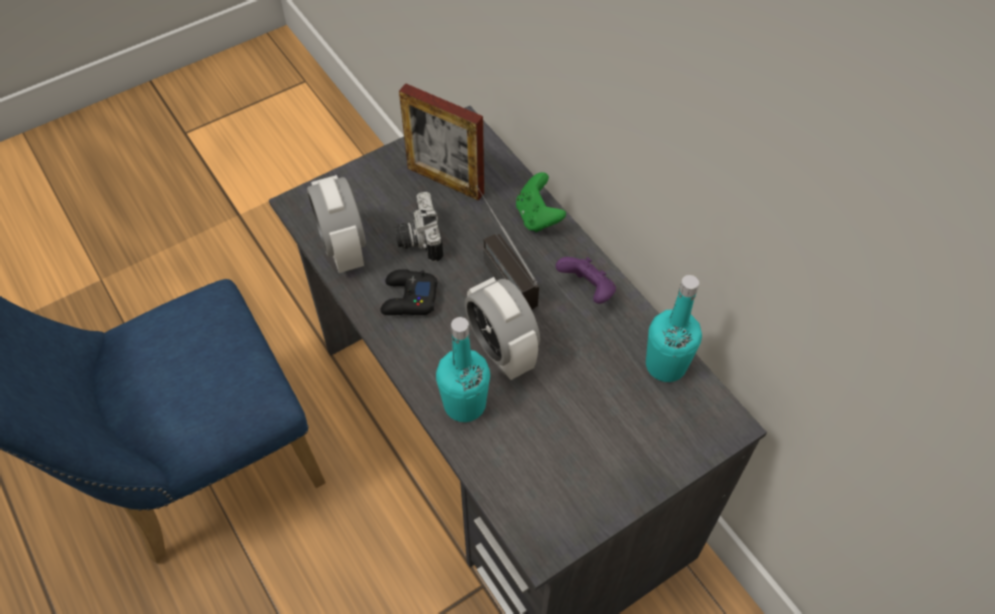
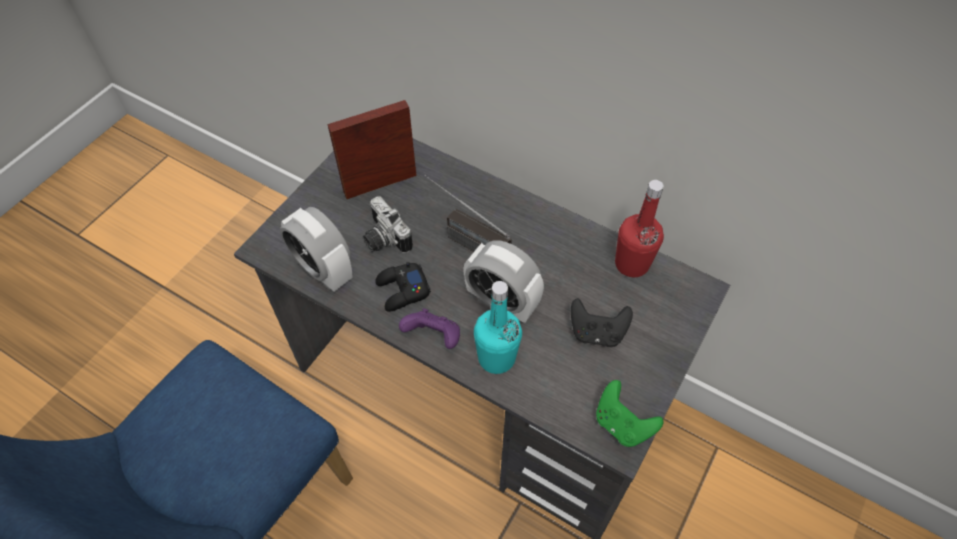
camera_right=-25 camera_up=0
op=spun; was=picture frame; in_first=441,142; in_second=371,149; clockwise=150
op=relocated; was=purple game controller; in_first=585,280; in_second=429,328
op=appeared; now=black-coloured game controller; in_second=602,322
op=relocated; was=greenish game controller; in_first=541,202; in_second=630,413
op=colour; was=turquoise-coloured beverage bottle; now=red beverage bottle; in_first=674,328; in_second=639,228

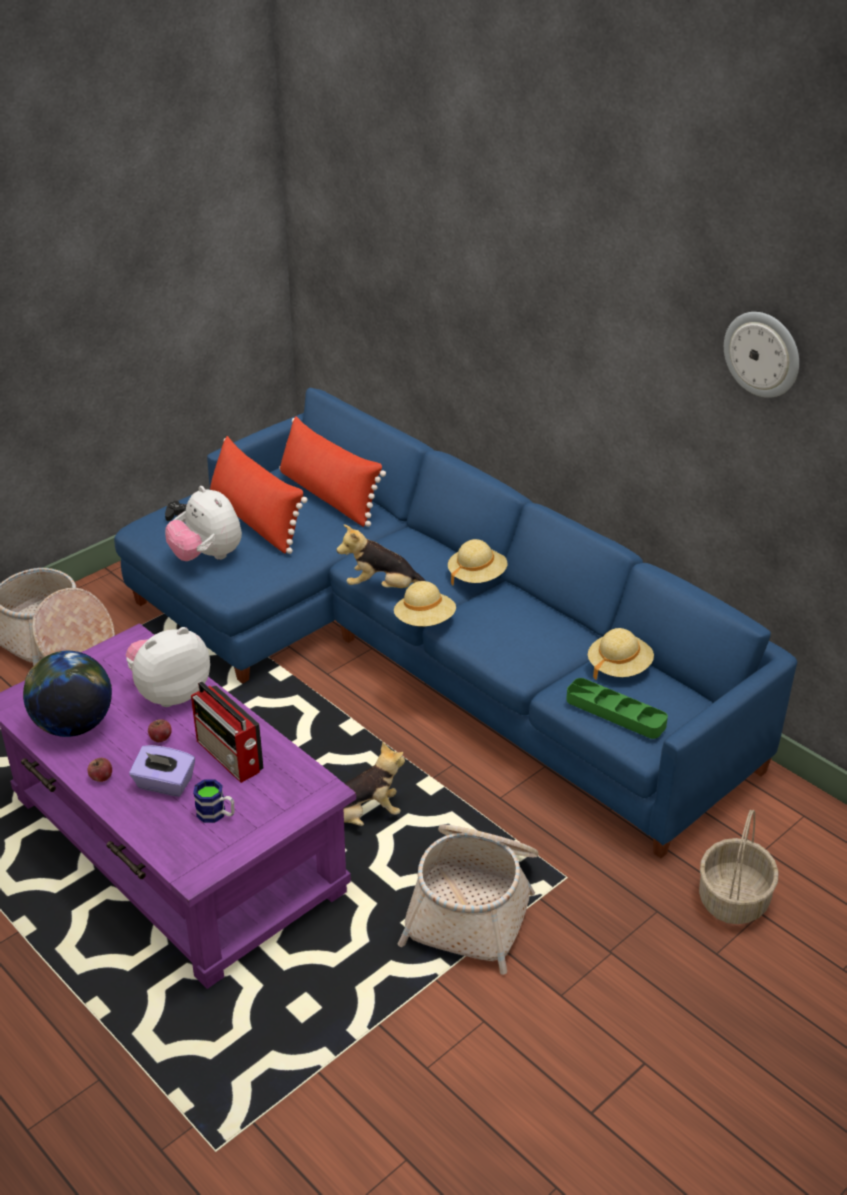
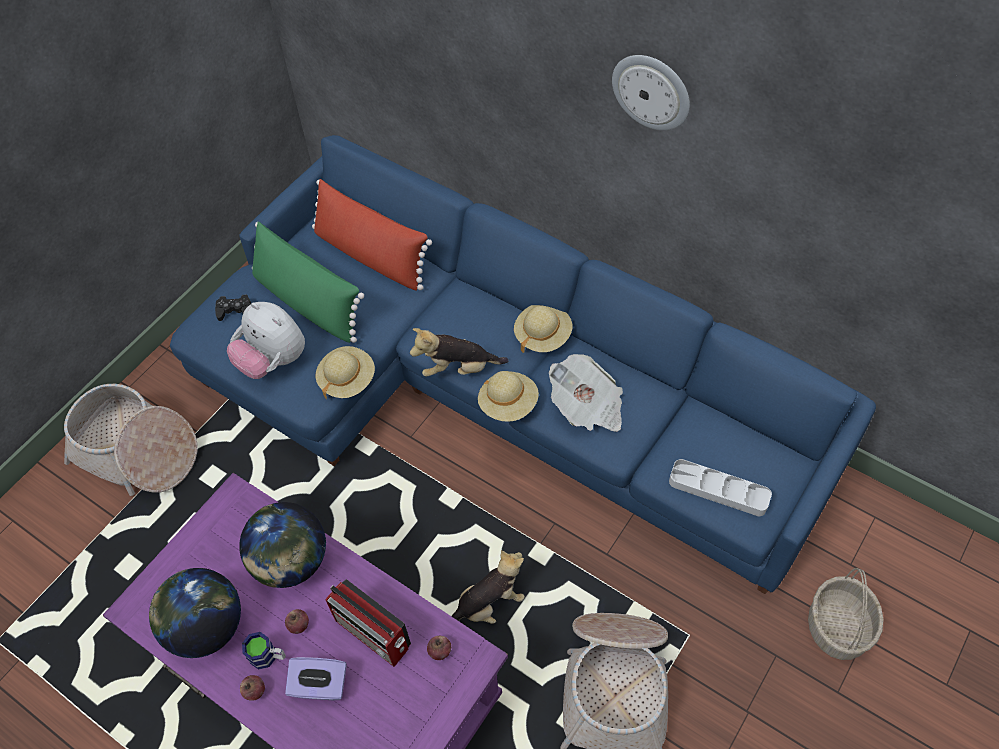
camera_right=-10 camera_up=20
op=exchanged; was=plush toy; now=world globe; in_first=168,667; in_second=282,545
op=relocated; was=mug; in_first=214,801; in_second=264,651
op=colour; was=red pillow; now=greenish pillow; in_first=259,495; in_second=308,282
op=relocated; was=beige-coloured clothing hat; in_first=621,654; in_second=345,373
op=appeared; now=apple fruit; in_second=439,648
op=appeared; now=newspaper; in_second=586,393
op=relocated; was=hanging clock; in_first=761,355; in_second=651,92
op=colour; was=greenish carrying tray; now=gray carrying tray; in_first=617,708; in_second=720,487

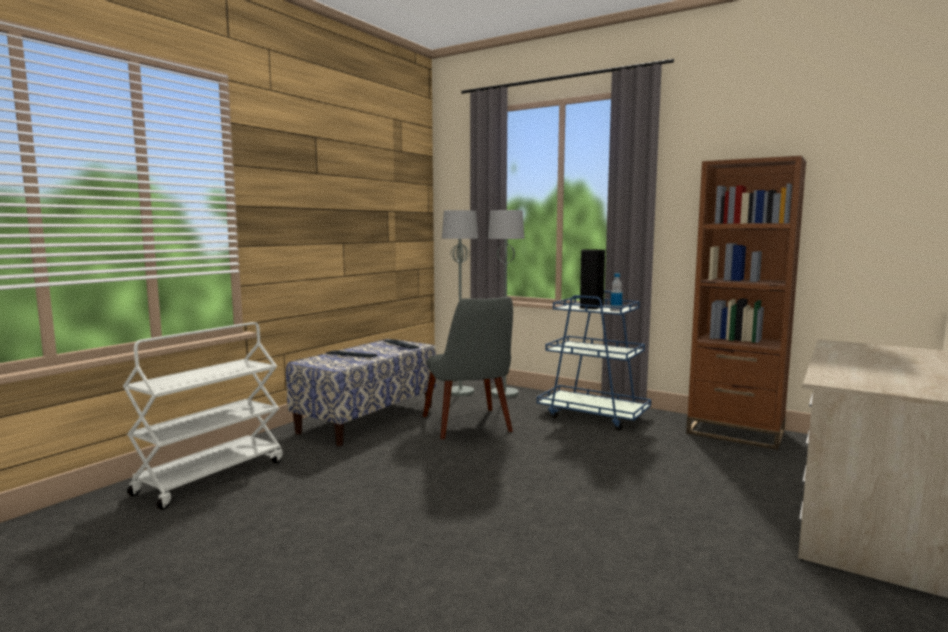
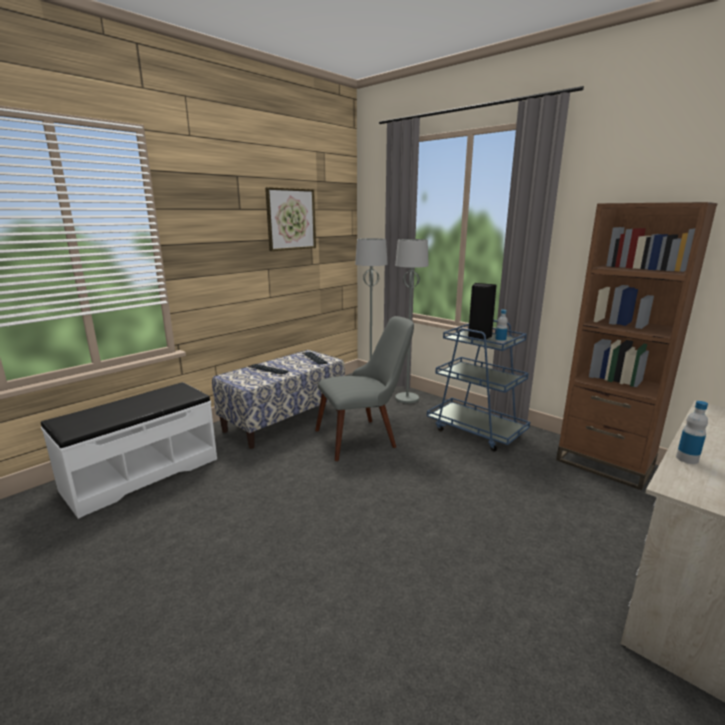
camera_right=10 camera_up=10
op=exchanged; was=white-coloured trolley; now=white-coloured bench; in_first=203,416; in_second=129,450
op=appeared; now=wall picture; in_second=290,219
op=spun; was=gray chair; in_first=468,368; in_second=364,388; clockwise=-105
op=appeared; now=beverage bottle; in_second=692,432

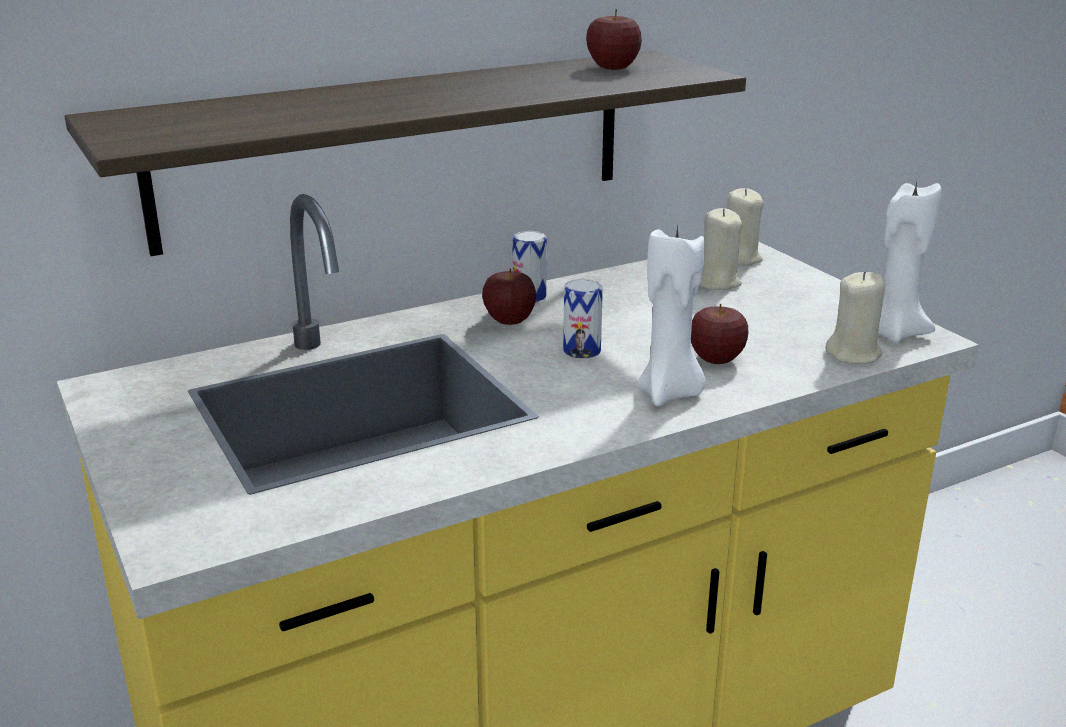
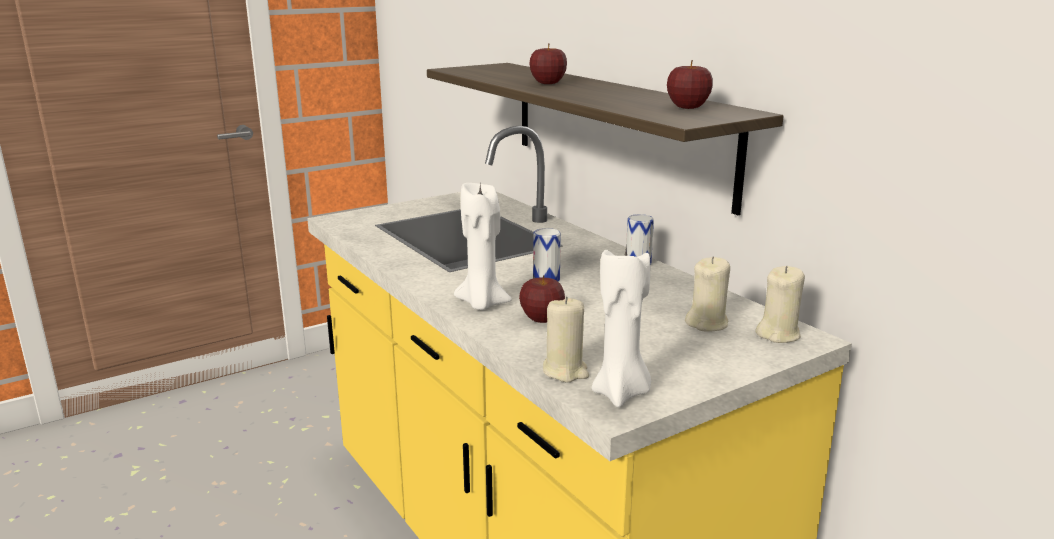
camera_right=85 camera_up=-5
op=relocated; was=apple fruit; in_first=509,296; in_second=548,63

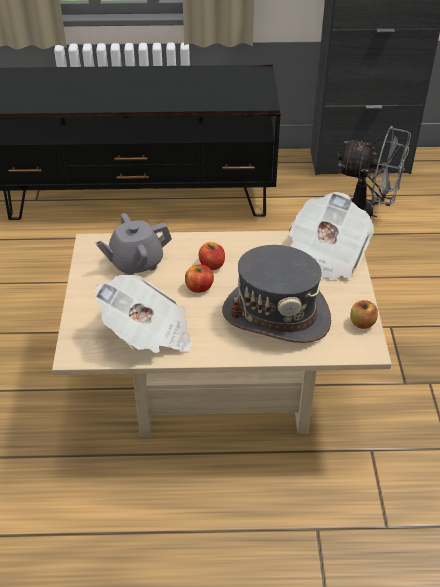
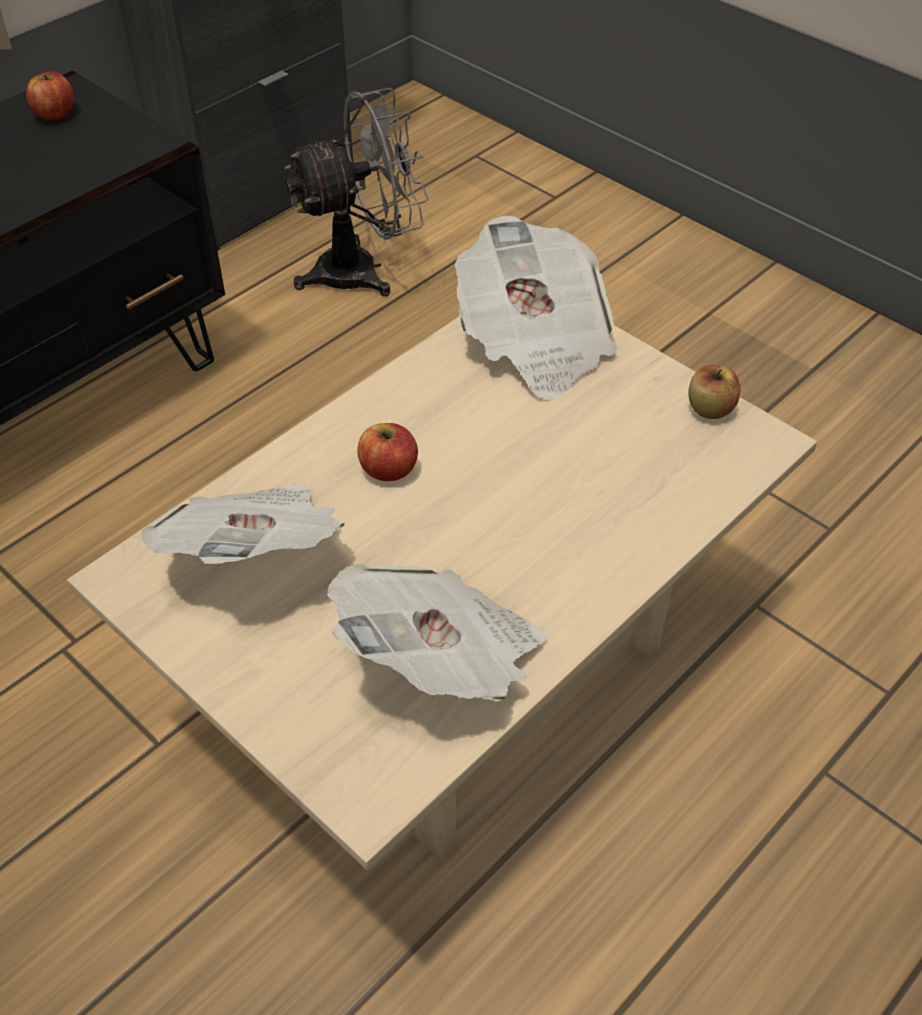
camera_right=-45 camera_up=5
op=relocated; was=apple fruit; in_first=199,278; in_second=50,95
op=exchanged; was=gray tea pot; now=newspaper; in_first=133,244; in_second=243,524
op=missing; was=gray clothing hat; in_first=276,294

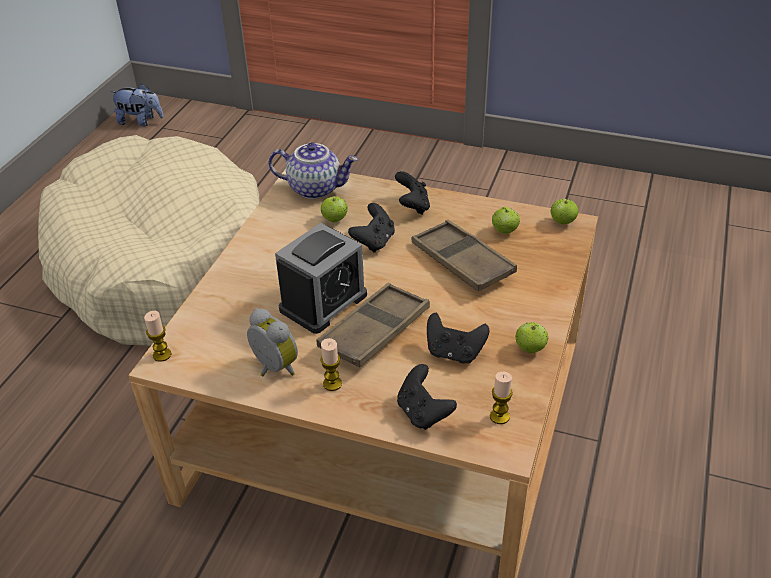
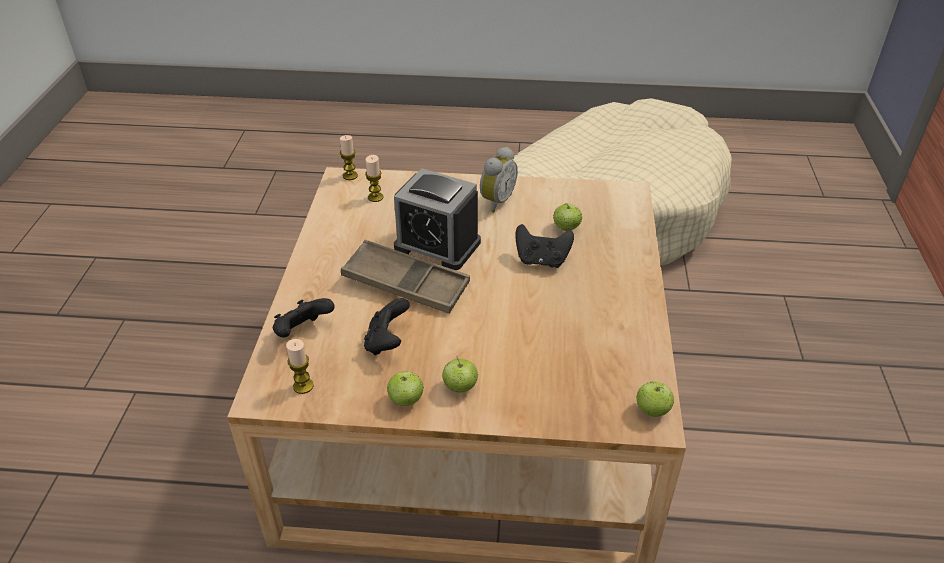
camera_right=75 camera_up=0
op=relocated; was=candle; in_first=331,364; in_second=374,178
op=relocated; was=apple fruit; in_first=506,220; in_second=460,375
op=relocated; was=table clock; in_first=272,342; in_second=499,179
op=missing; was=plush toy; in_first=137,105
op=missing; was=tea pot; in_first=313,170
op=missing; was=black-coloured game controller; in_first=412,193
op=missing; was=brownish carrying tray; in_first=464,256

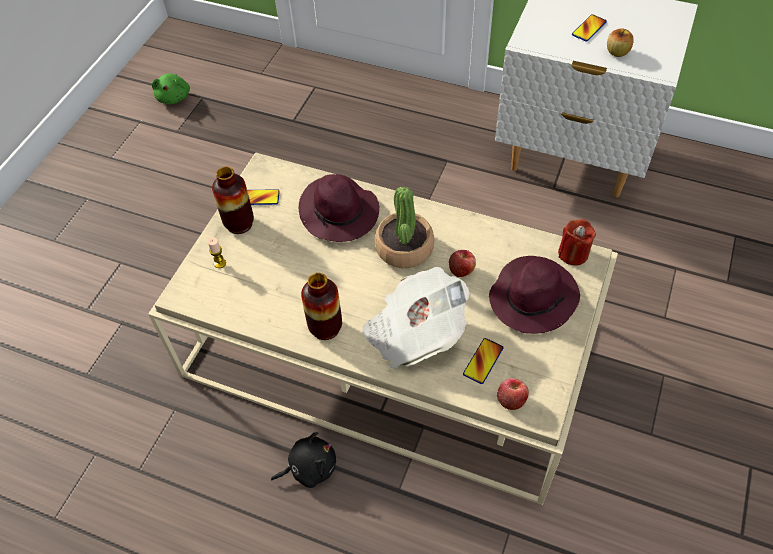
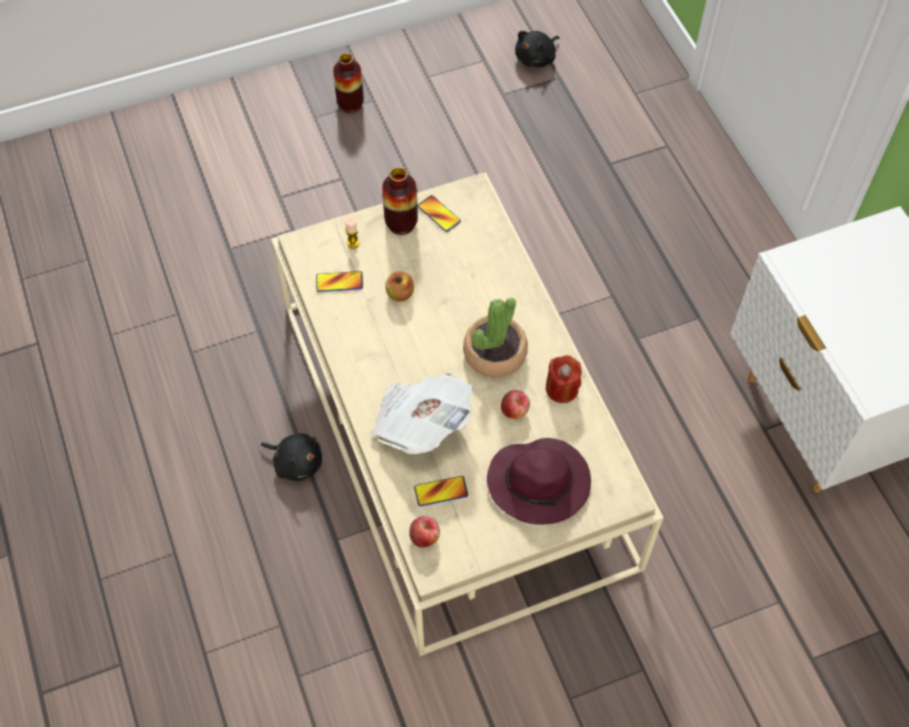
camera_right=45 camera_up=5
op=relocated; was=telephone; in_first=589,28; in_second=339,281
op=relocated; was=flower vase; in_first=321,306; in_second=348,83
op=relocated; was=apple fruit; in_first=620,42; in_second=399,286
op=colour; was=greenish plush toy; now=black-coloured plush toy; in_first=171,89; in_second=537,49
op=relocated; was=red candle; in_first=577,242; in_second=564,379
op=missing; was=purple clothing hat; in_first=339,208

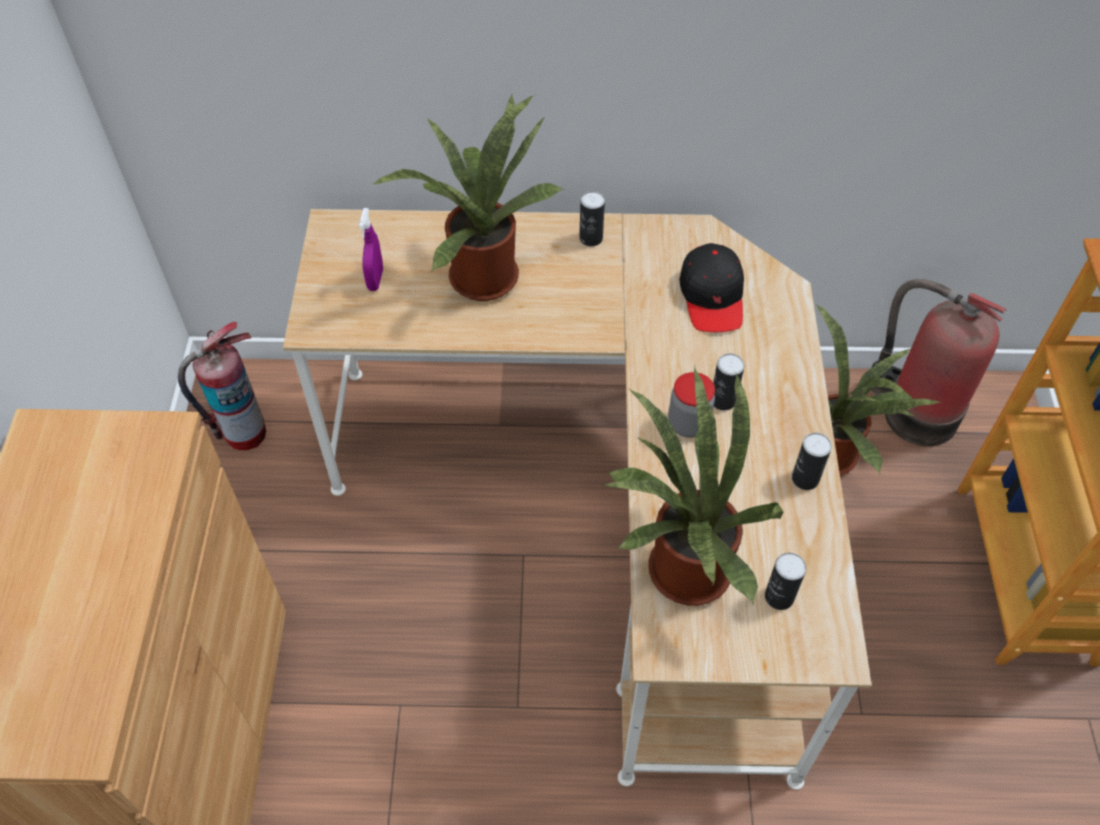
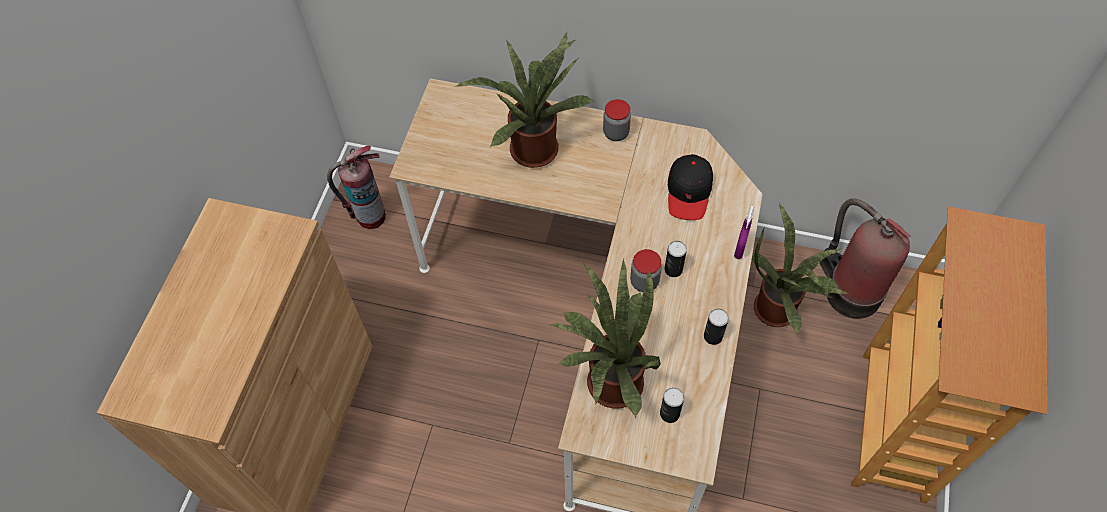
camera_right=15 camera_up=5
op=exchanged; was=sealed can; now=jar; in_first=592,218; in_second=617,120
op=relocated; was=purple hand sprayer; in_first=371,249; in_second=744,232

